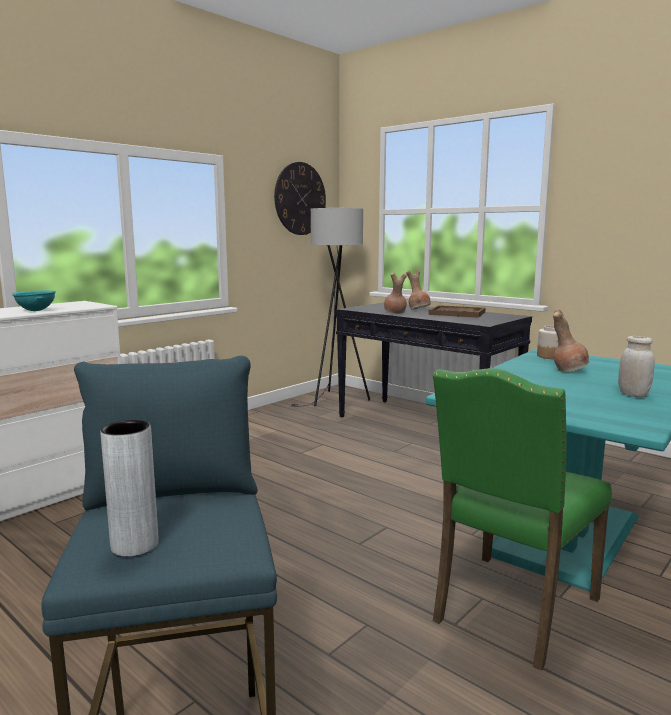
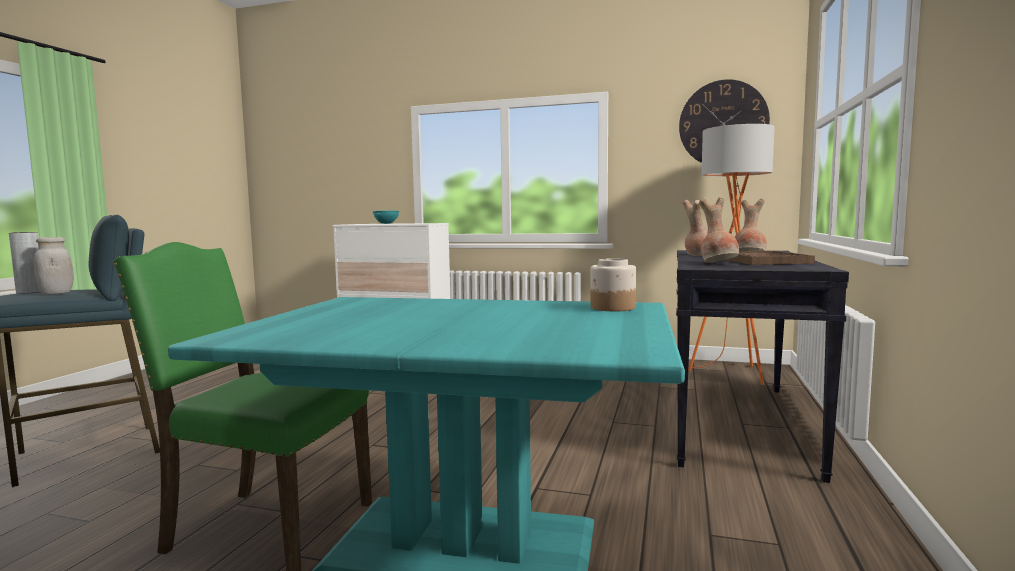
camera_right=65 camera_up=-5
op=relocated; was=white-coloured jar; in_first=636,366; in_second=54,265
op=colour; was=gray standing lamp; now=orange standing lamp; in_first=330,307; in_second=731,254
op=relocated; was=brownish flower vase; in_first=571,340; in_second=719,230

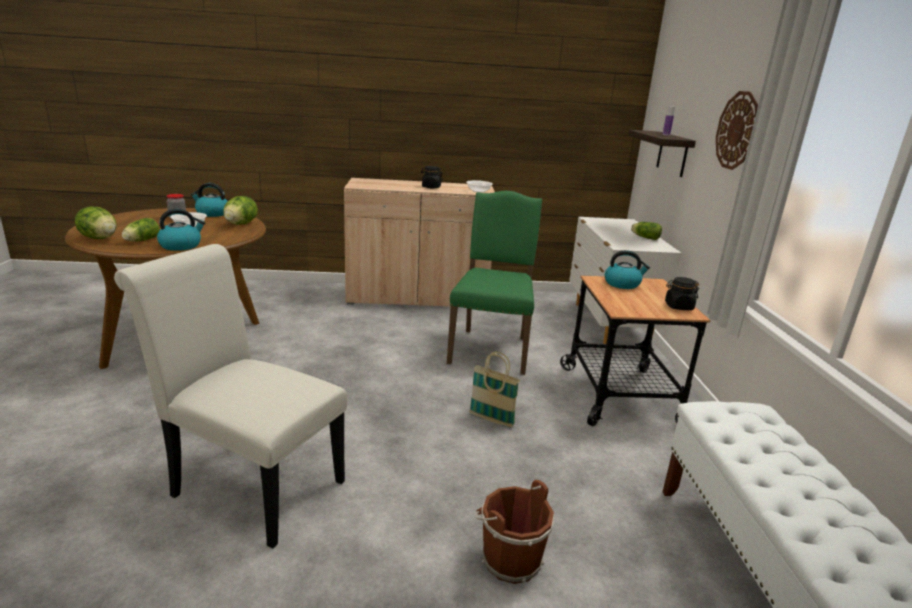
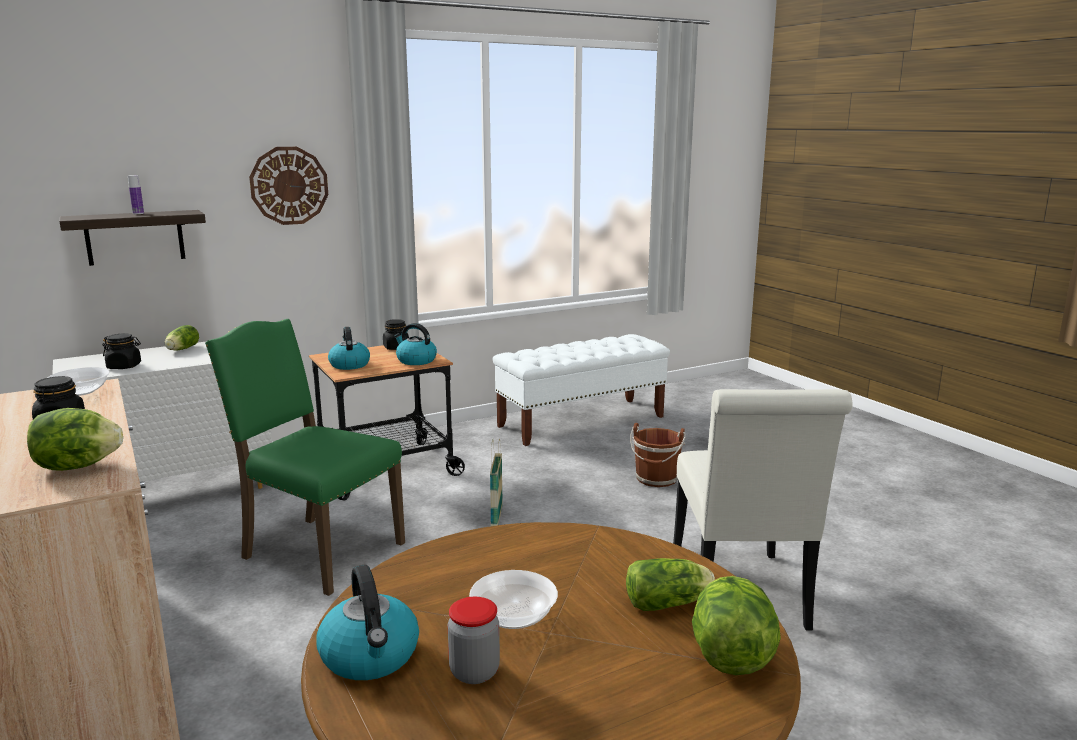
camera_right=-115 camera_up=-5
op=relocated; was=head of lettuce; in_first=240,210; in_second=75,439
op=appeared; now=black-coloured jar; in_second=121,351
op=spun; was=greenish chair; in_first=494,283; in_second=305,457; clockwise=45
op=relocated; was=kettle; in_first=181,230; in_second=415,344

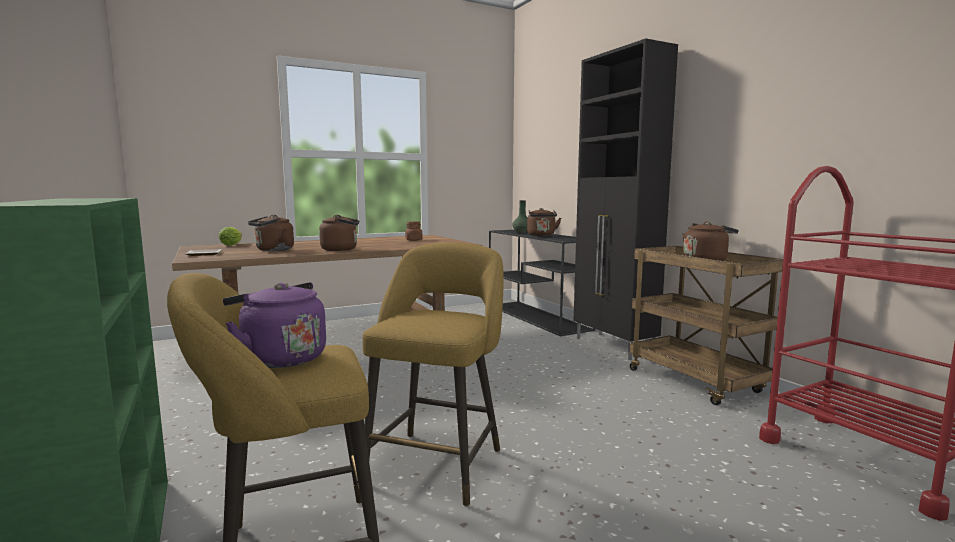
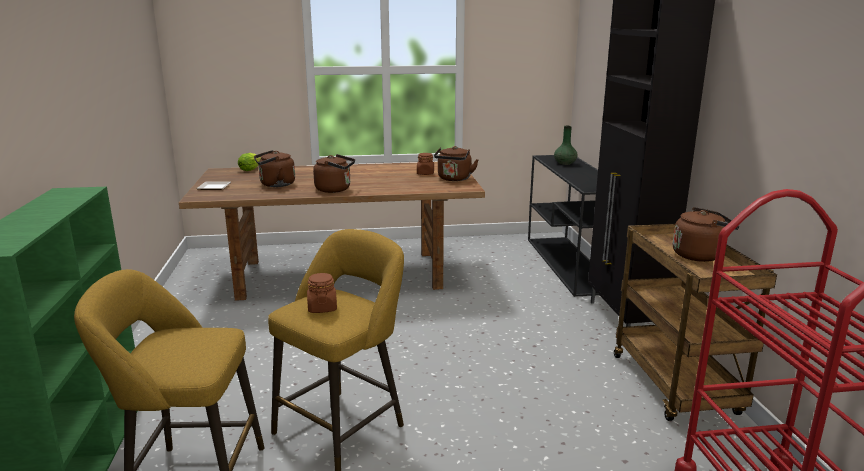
camera_right=20 camera_up=10
op=appeared; now=brownish jar; in_second=322,293
op=relocated; was=brownish kettle; in_first=544,222; in_second=456,163
op=missing; was=purple kettle; in_first=274,325

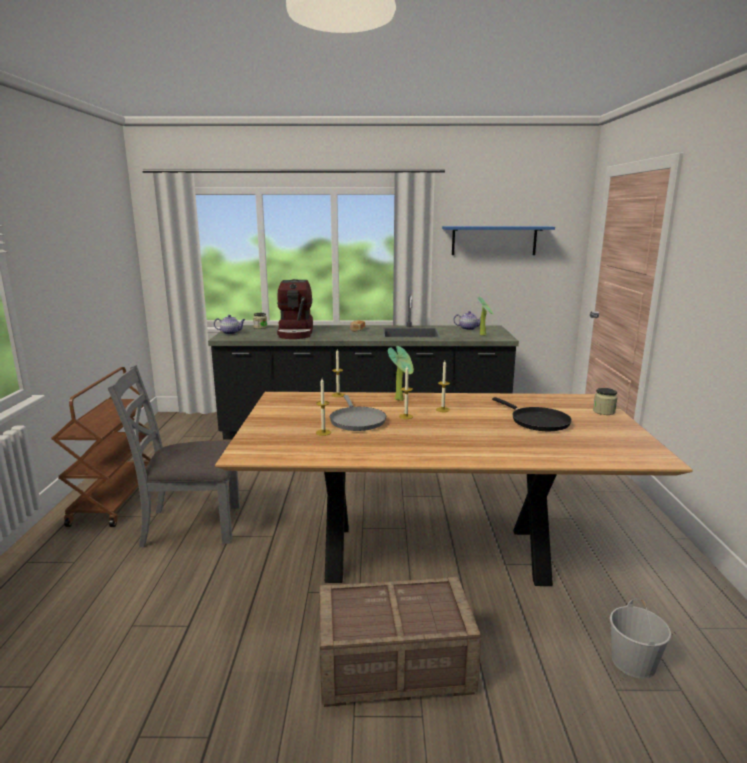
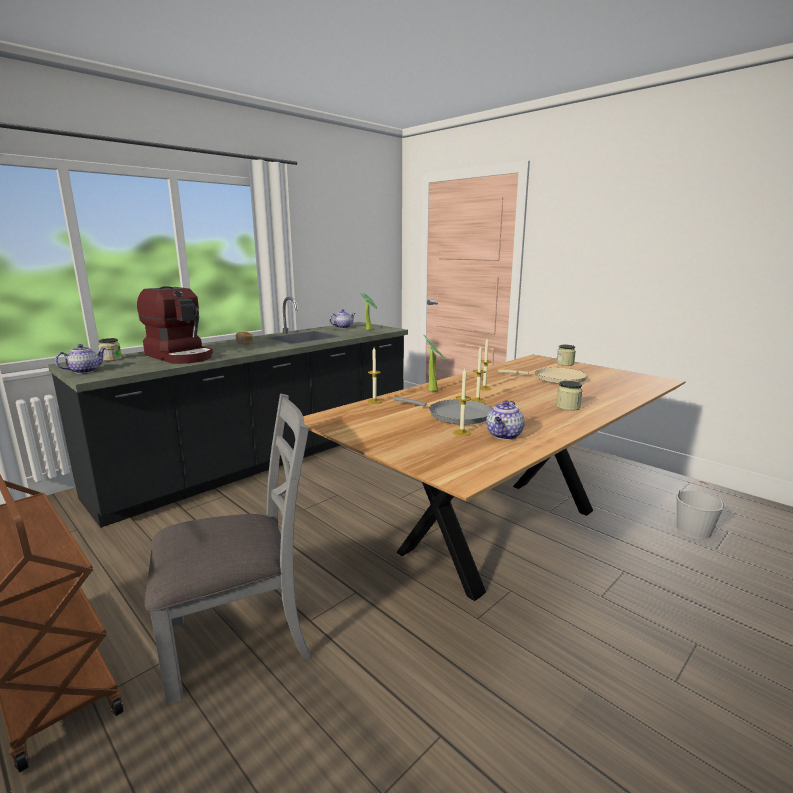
camera_right=-45 camera_up=0
op=spun; was=gray chair; in_first=174,456; in_second=227,548; clockwise=-150
op=appeared; now=tea pot; in_second=505,420
op=colour; was=black-coloured pan; now=beige-coloured pan; in_first=532,414; in_second=542,376
op=appeared; now=jar; in_second=569,396
op=missing; was=shipping crate; in_first=400,642
op=missing; was=blue-coloured bracket shelf; in_first=498,240

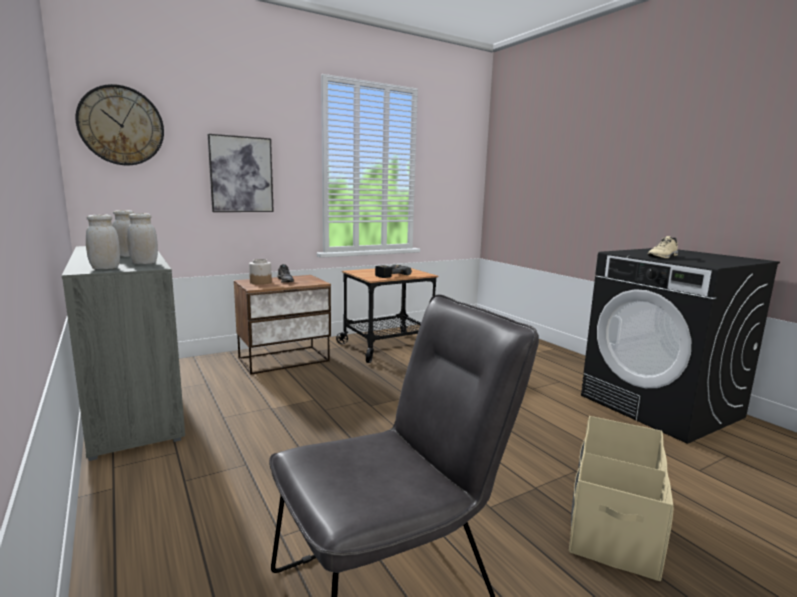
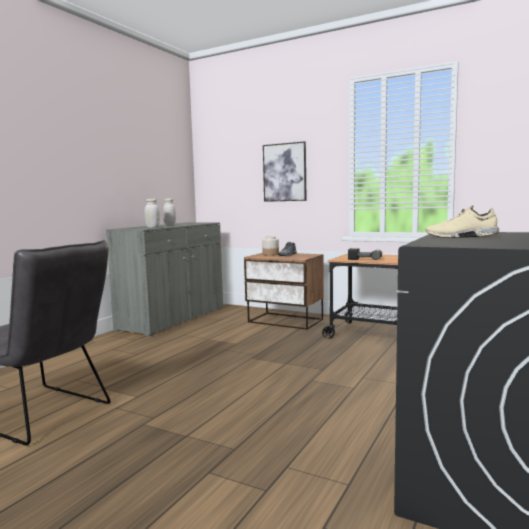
camera_right=60 camera_up=-5
op=missing; was=hanging clock; in_first=120,124
op=missing; was=white-coloured jar; in_first=103,242
op=missing; was=beige-coloured storage container; in_first=621,498

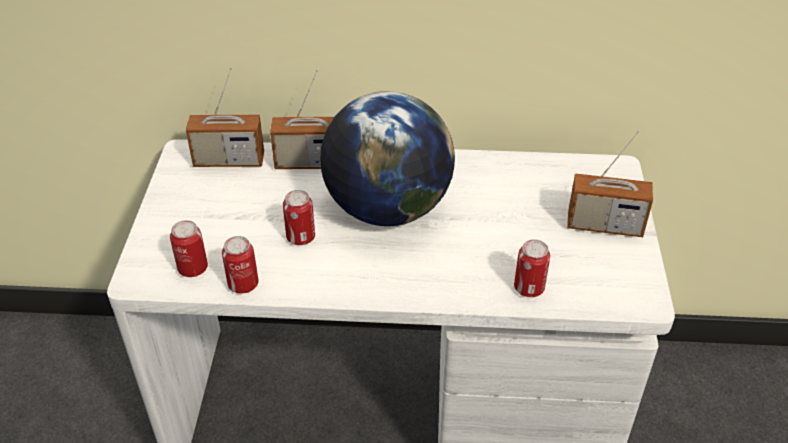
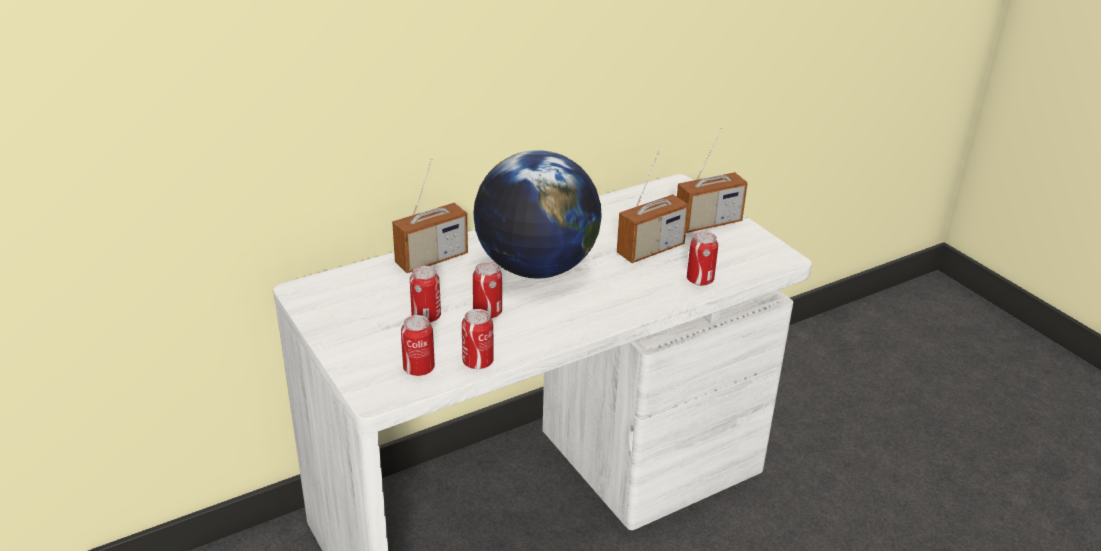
camera_right=-35 camera_up=-10
op=appeared; now=sealed can; in_second=425,294
op=relocated; was=radio; in_first=225,117; in_second=653,207

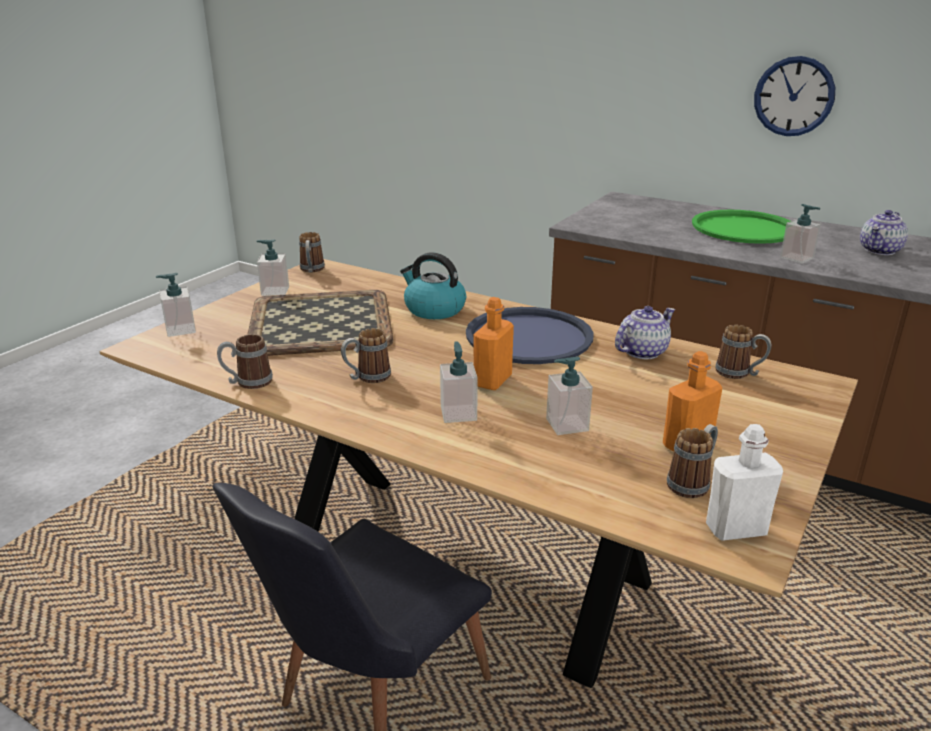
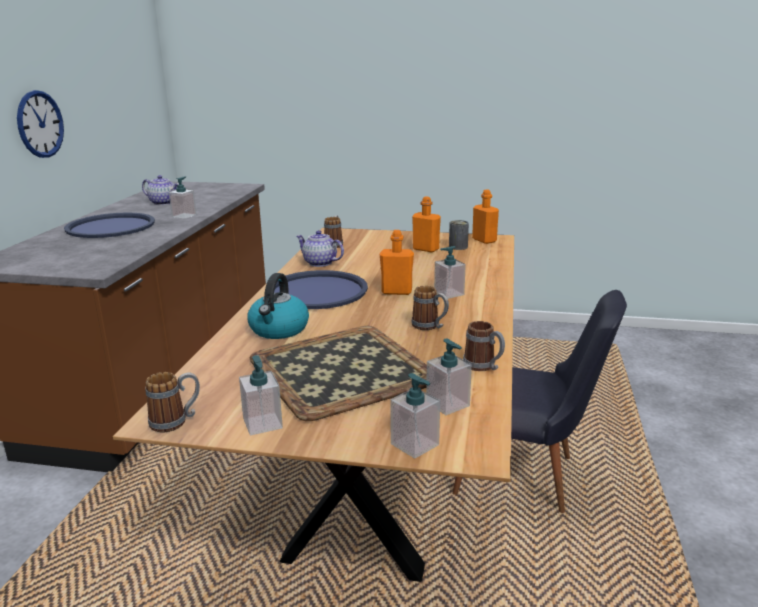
camera_right=-110 camera_up=-5
op=colour; was=greenish carrying tray; now=blue-coloured carrying tray; in_first=741,227; in_second=109,225
op=relocated; was=soap dispenser; in_first=569,395; in_second=449,376
op=exchanged; was=mug; now=sealed can; in_first=692,461; in_second=459,235
op=colour; was=white-coloured beverage bottle; now=orange beverage bottle; in_first=744,482; in_second=485,216

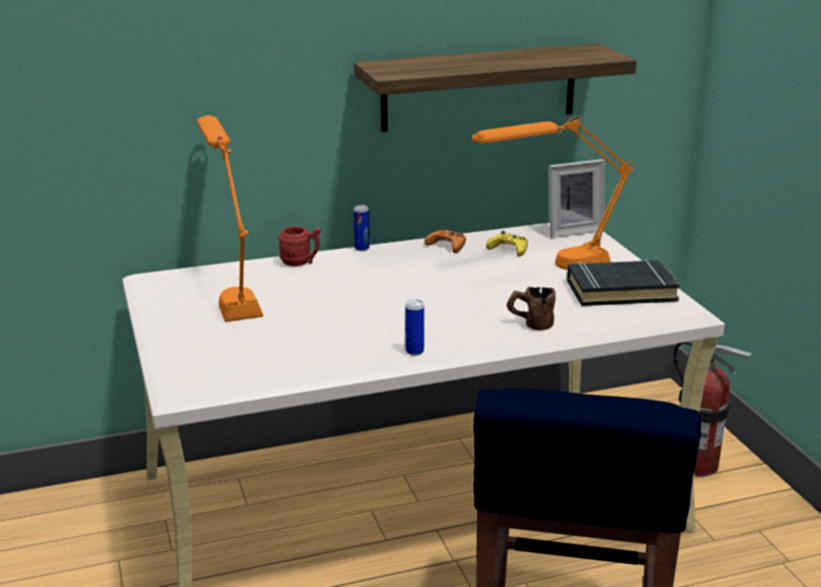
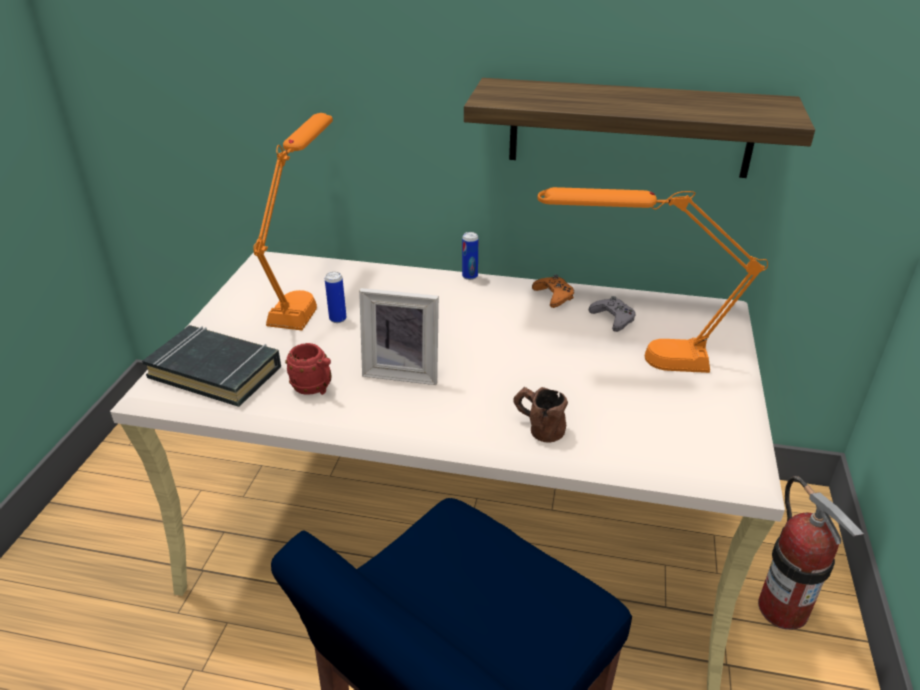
camera_right=30 camera_up=10
op=relocated; was=black-coloured book; in_first=624,282; in_second=211,366
op=relocated; was=red mug; in_first=299,246; in_second=308,369
op=relocated; was=sealed can; in_first=414,327; in_second=335,297
op=relocated; was=picture frame; in_first=576,198; in_second=399,336
op=colour; was=yellow game controller; now=gray game controller; in_first=507,243; in_second=612,314

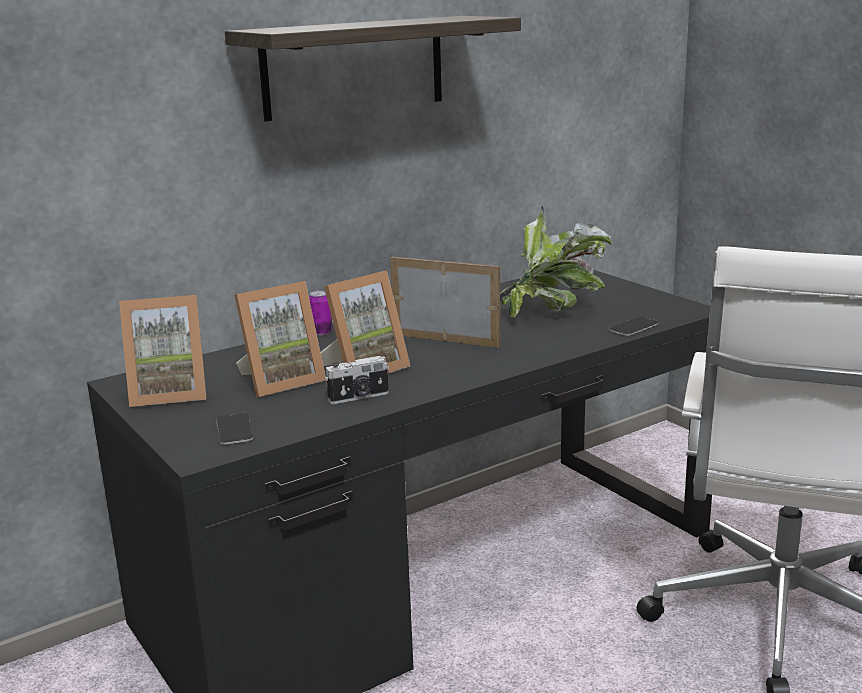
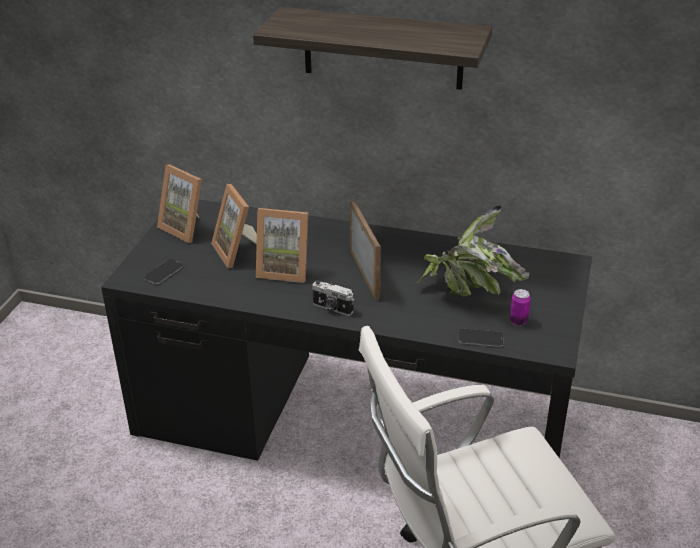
camera_right=50 camera_up=15
op=spun; was=picture frame; in_first=280,339; in_second=234,226; clockwise=45
op=relocated; was=photo camera; in_first=357,380; in_second=333,298
op=relocated; was=sealed can; in_first=320,313; in_second=520,307

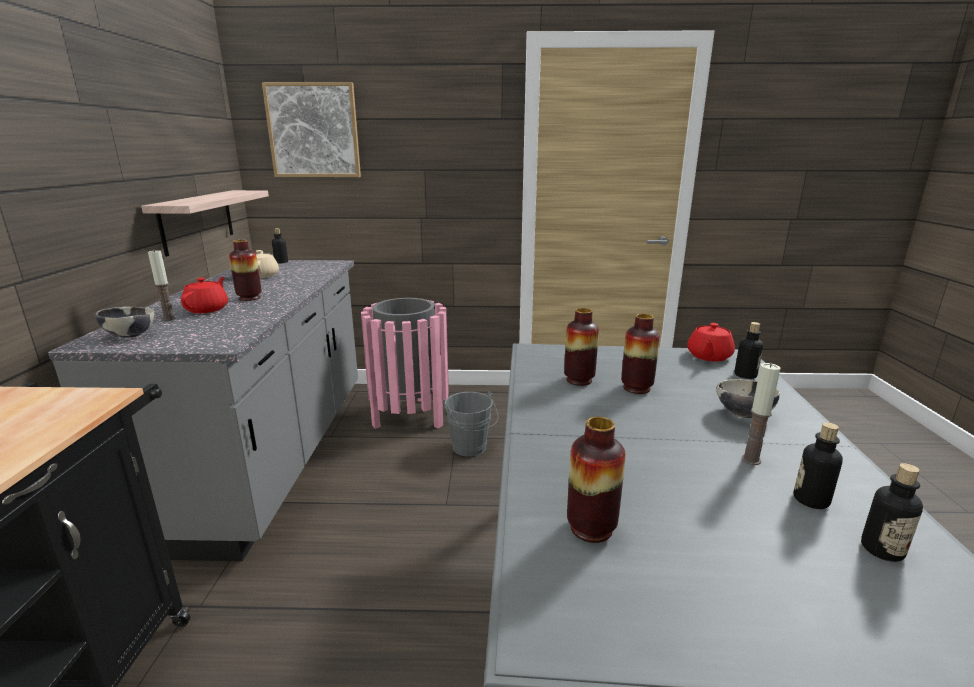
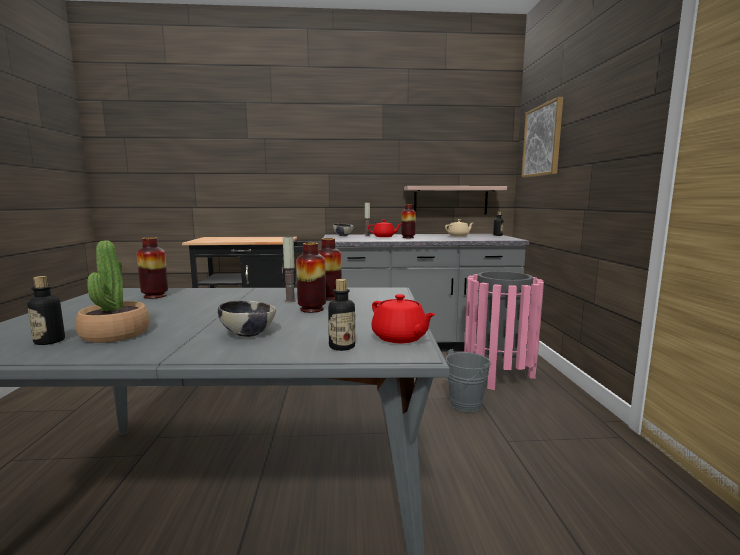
camera_right=85 camera_up=-10
op=exchanged; was=beverage bottle; now=houseplant; in_first=818,465; in_second=112,291
op=relocated; was=candle; in_first=761,414; in_second=289,268
op=spun; was=red tea pot; in_first=711,342; in_second=404,318; clockwise=-150

